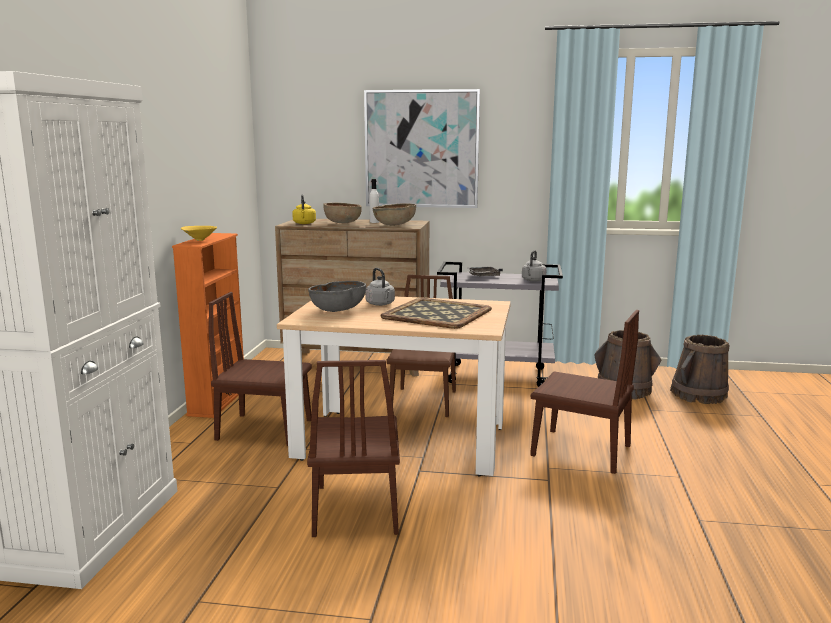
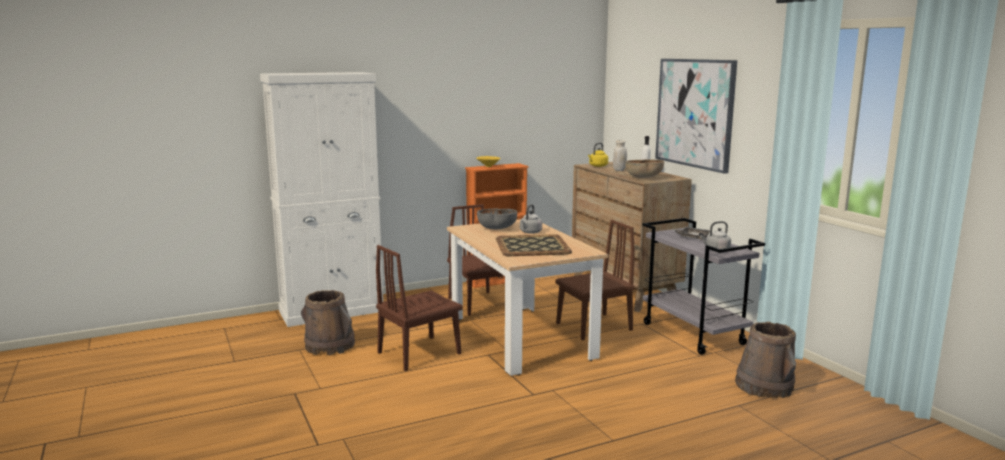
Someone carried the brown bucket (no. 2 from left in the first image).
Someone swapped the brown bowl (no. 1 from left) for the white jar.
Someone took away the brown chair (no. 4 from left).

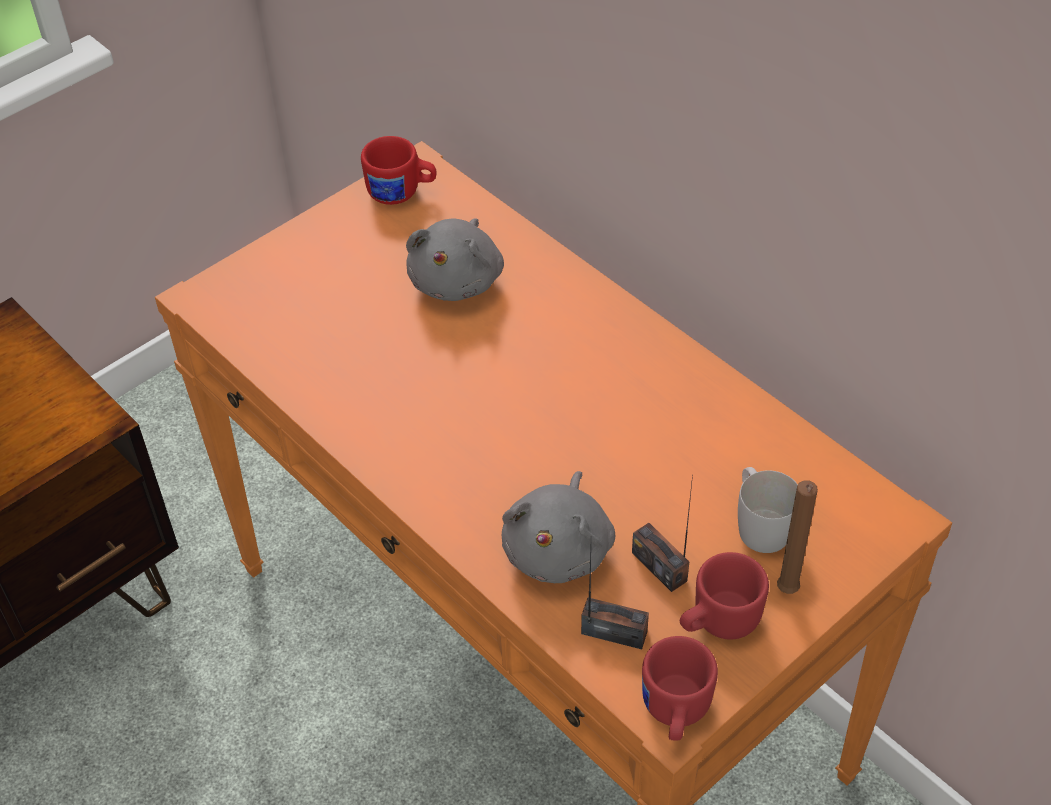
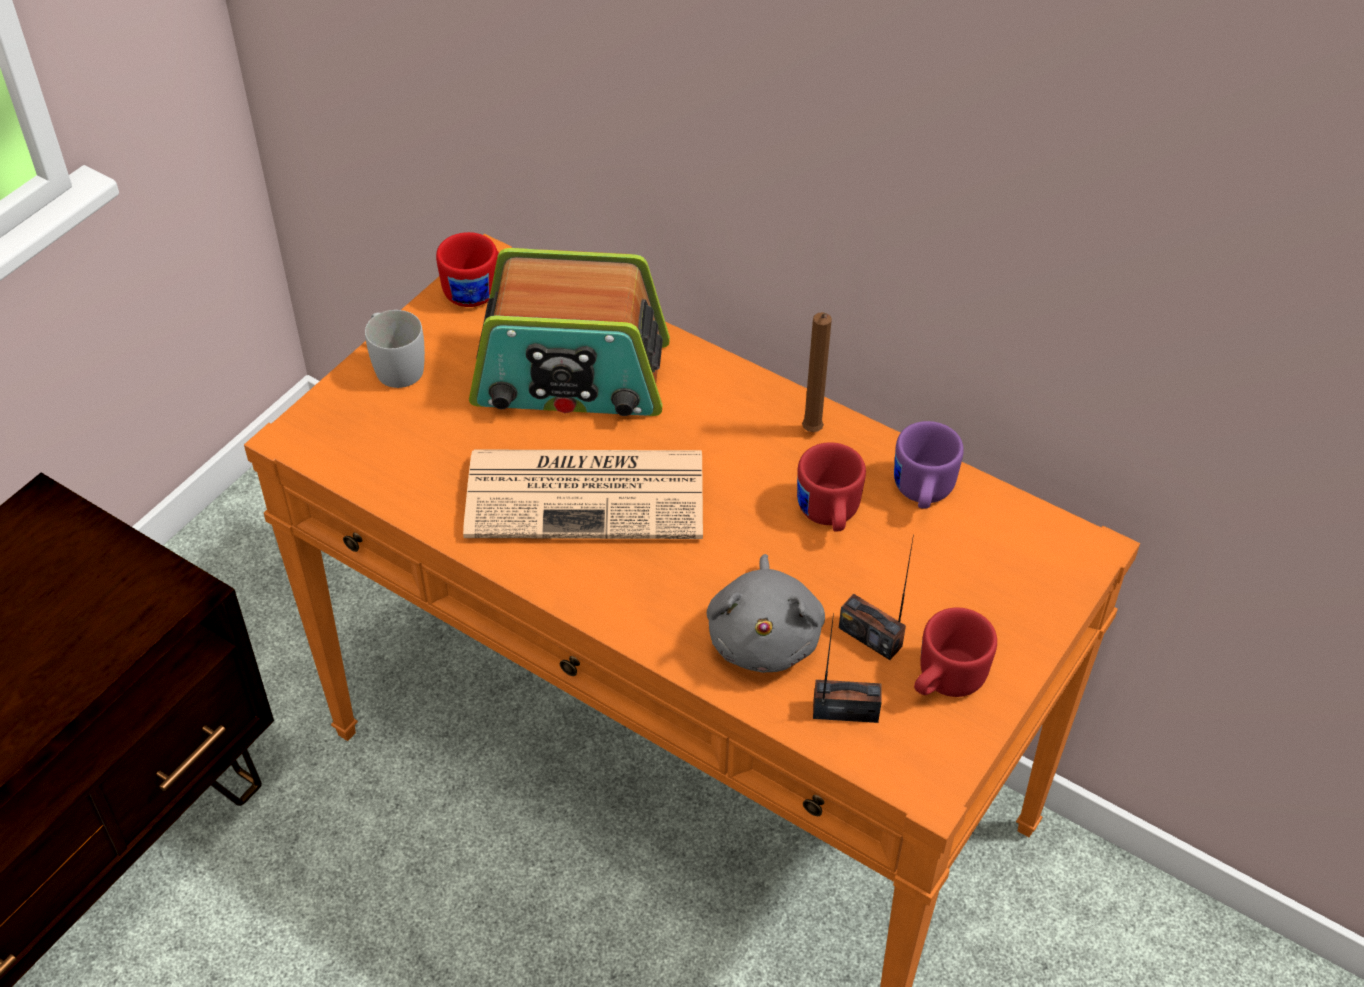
Someone carried the white mug.
Someone put down the newspaper.
Someone swapped the grey plush toy (no. 1 from left) for the radio (no. 1 from left).
Someone carried the red mug (no. 2 from left).
Someone carried the brown candle.
Someone put down the purple mug.

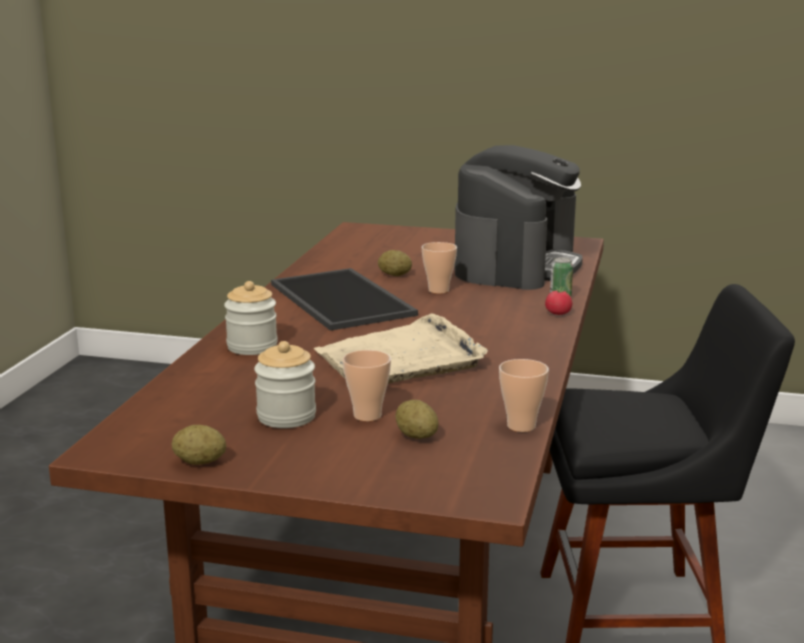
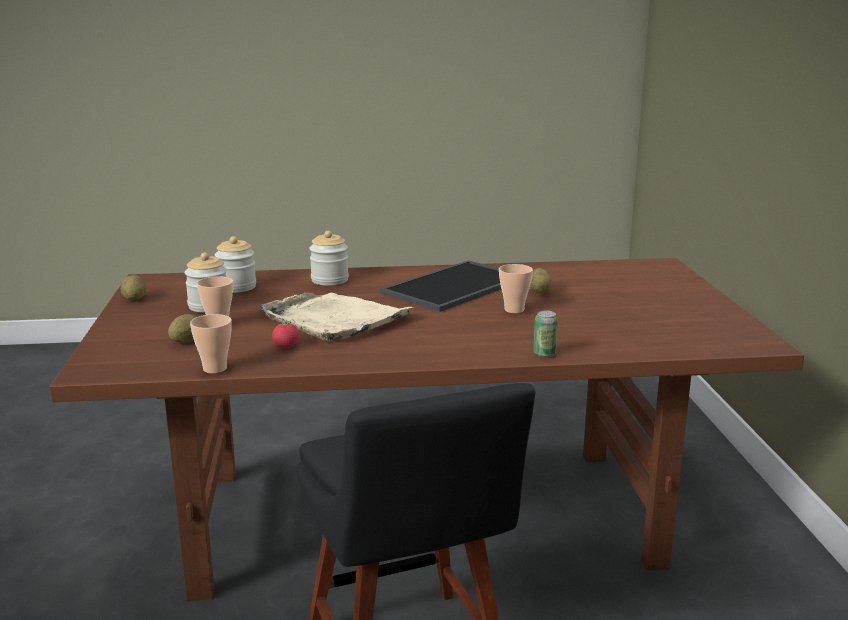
Someone put down the jar (no. 2 from left).
Someone carried the tomato.
Someone took away the coffee machine.

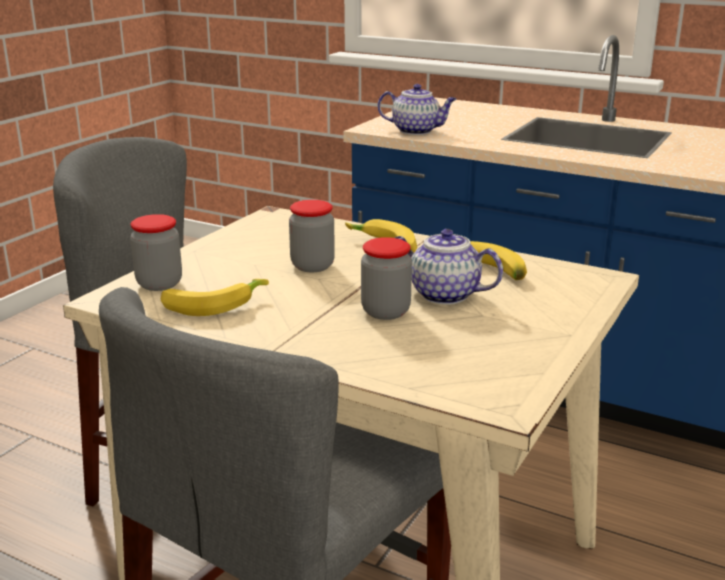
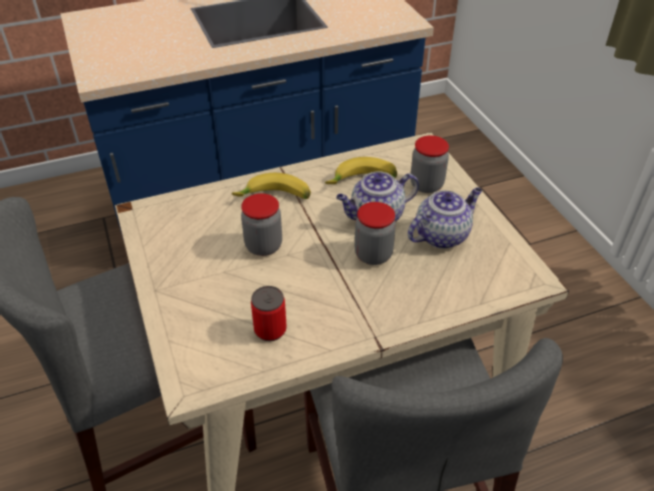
Someone swapped the banana (no. 1 from left) for the can.
Someone carried the teapot (no. 1 from left in the first image).
Someone carried the jar (no. 1 from left in the first image).

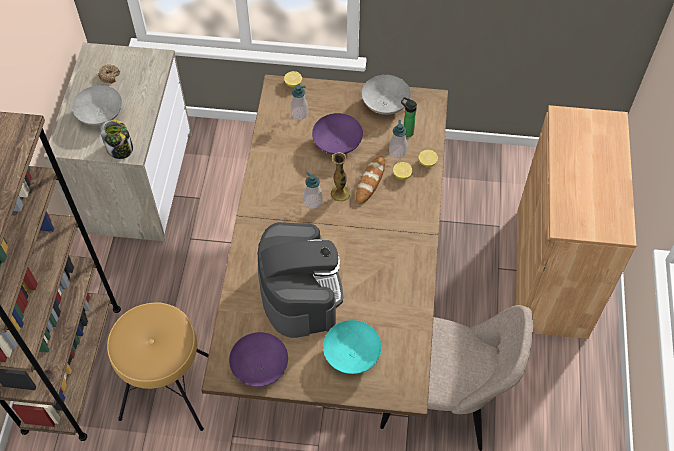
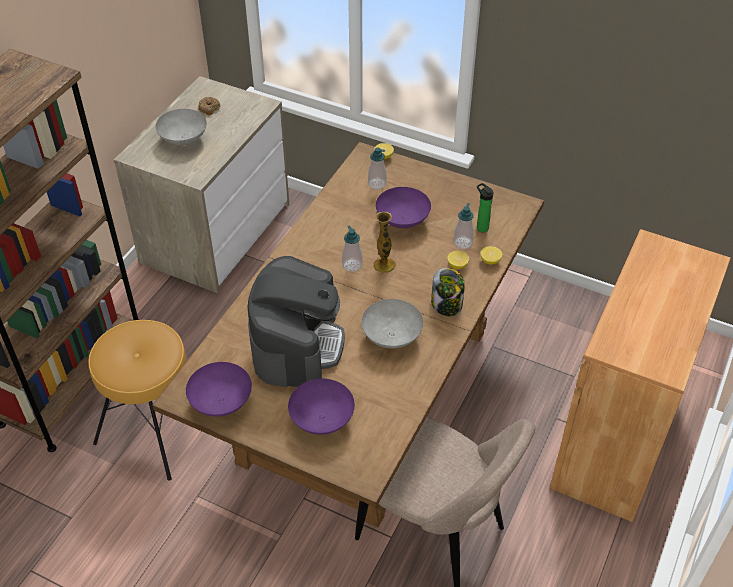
Someone repainted the turquoise bowl, which became the purple bowl (no. 2 from left).
Someone carried the grey bowl (no. 2 from left).
Someone carried the jar.
Someone took away the bread.

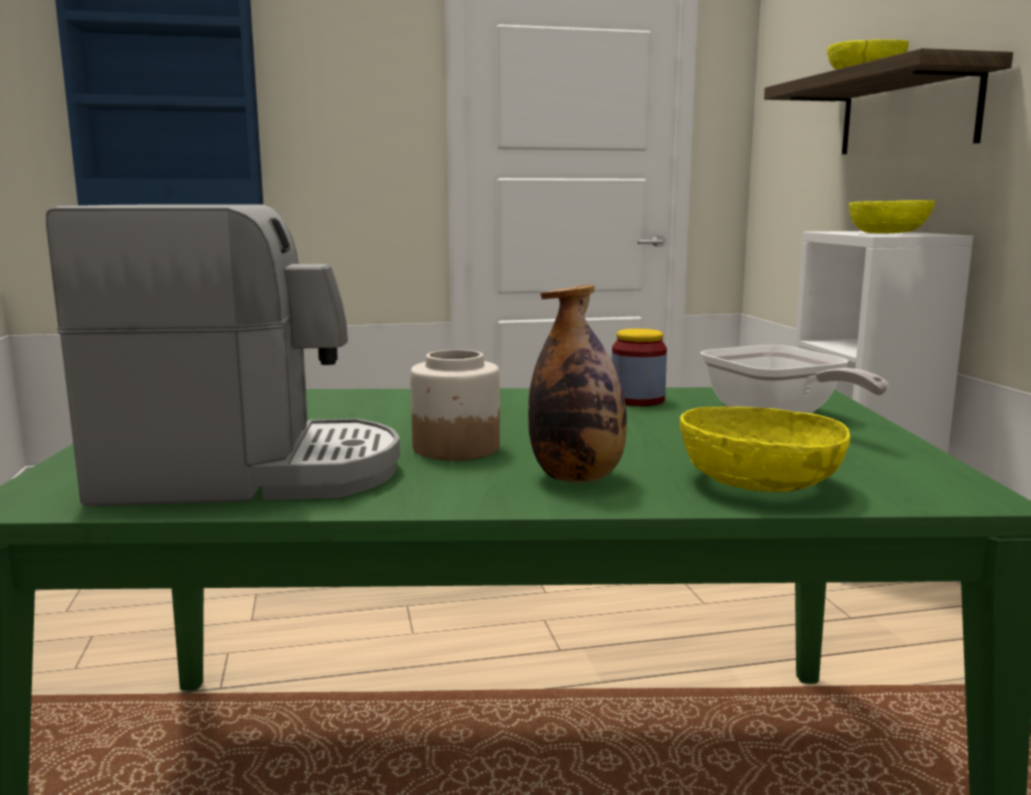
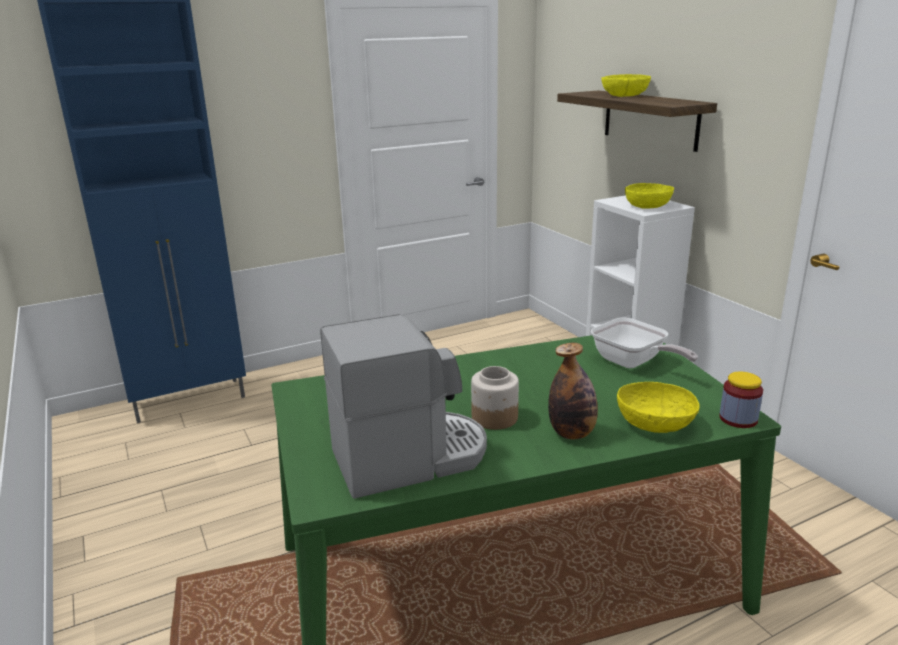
Someone carried the jar (no. 2 from left).

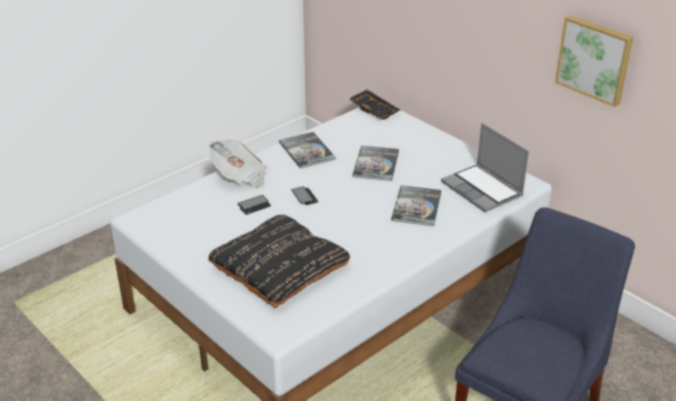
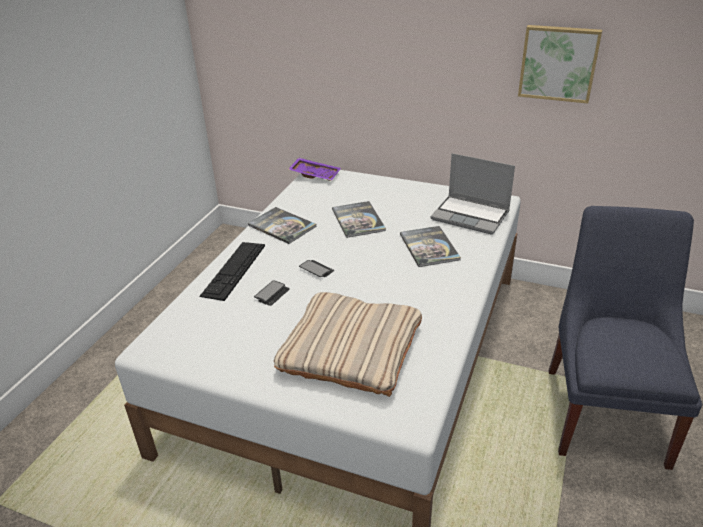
Someone swapped the newspaper for the keyboard.
Someone repainted the black pillow, which became the beige pillow.
Someone repainted the black tray, which became the purple tray.

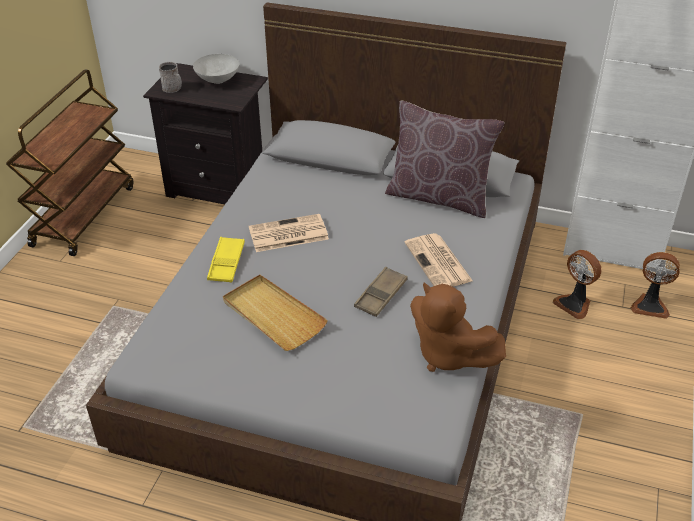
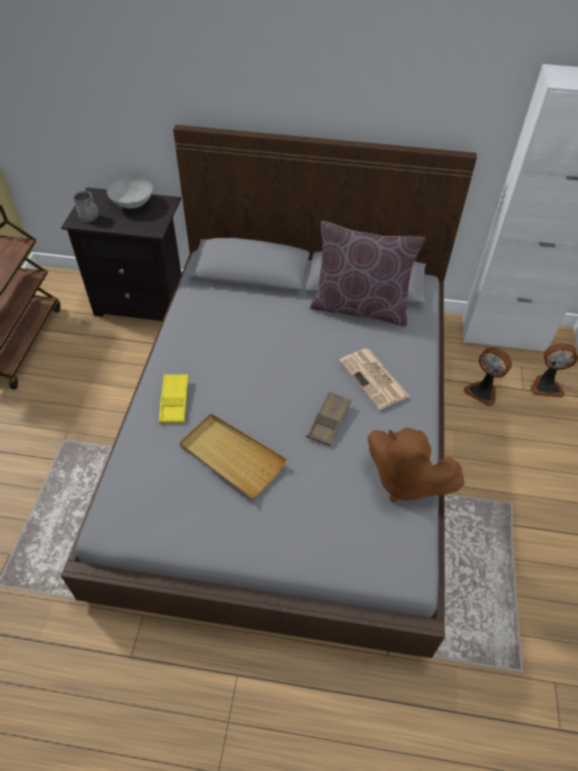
Someone took away the newspaper (no. 1 from left).

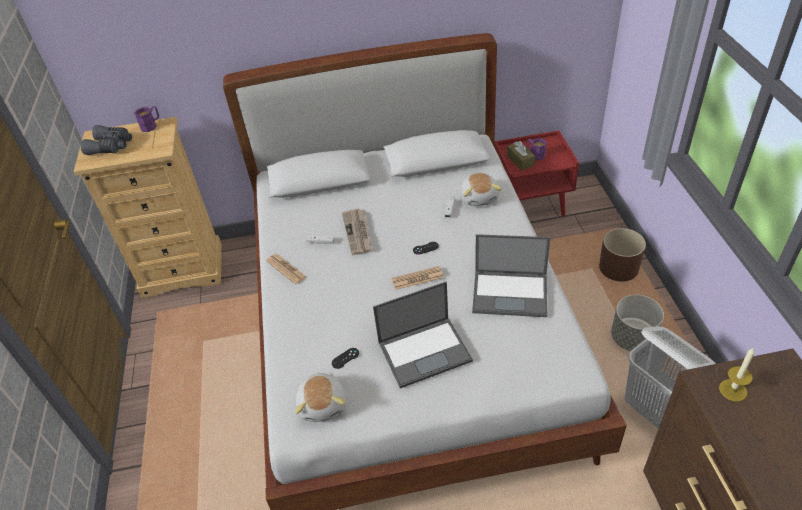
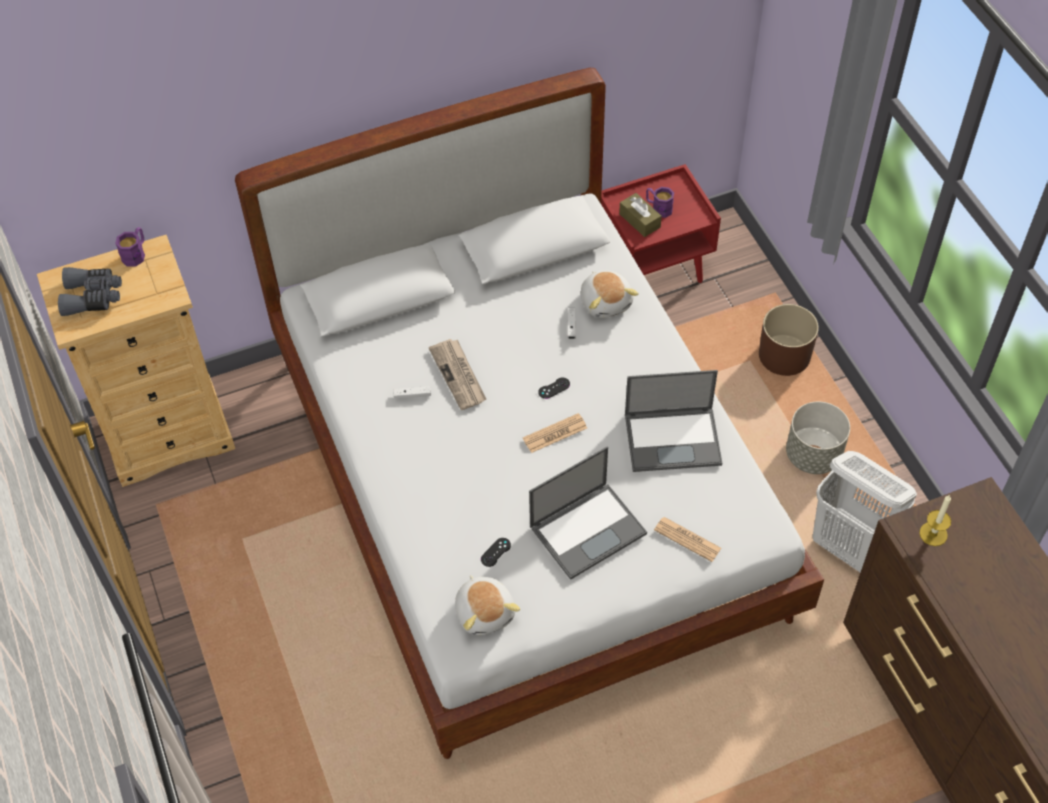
Someone carried the newspaper (no. 1 from left in the first image).

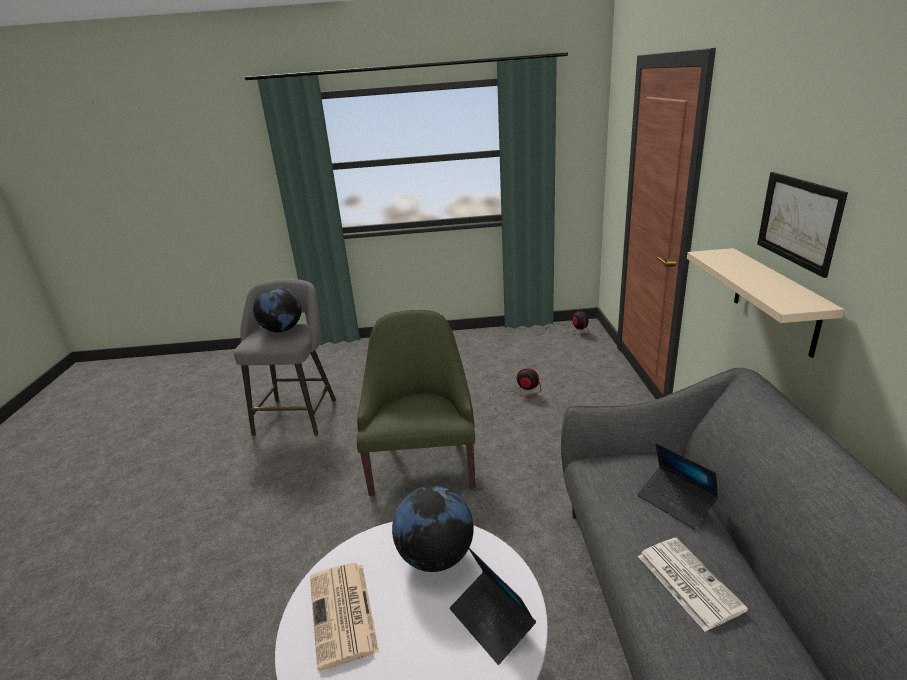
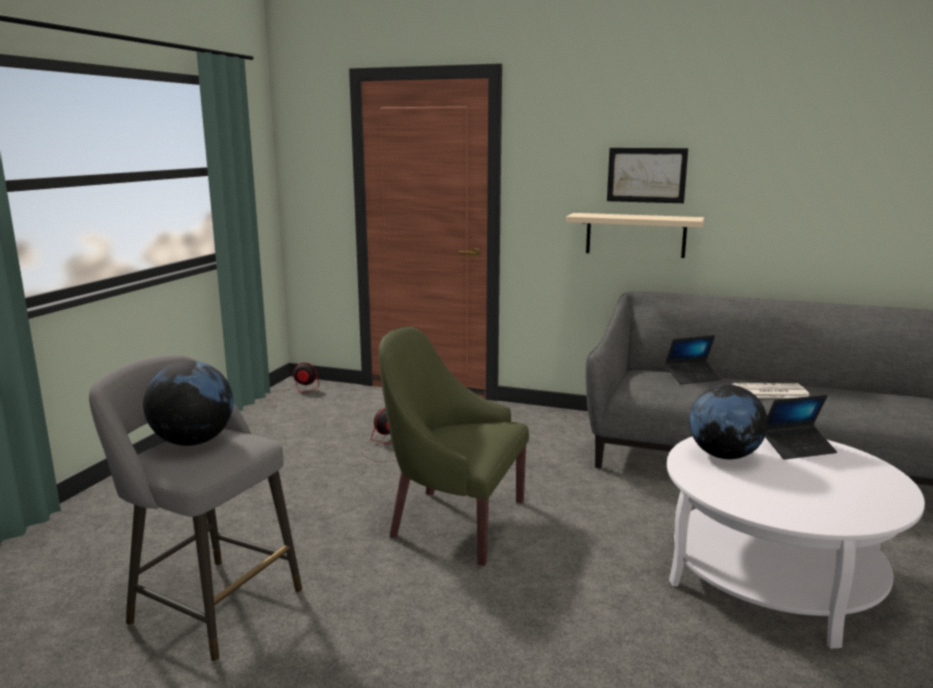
Someone took away the newspaper (no. 1 from left).

